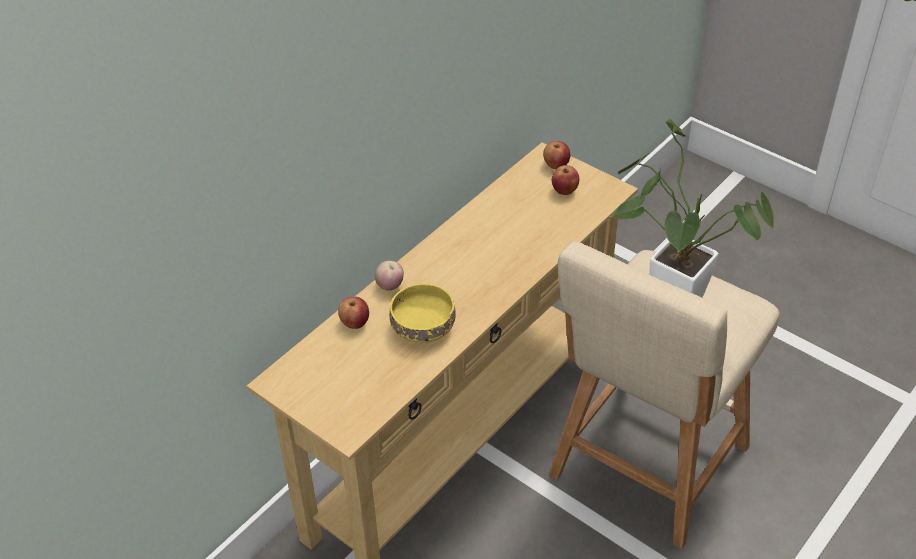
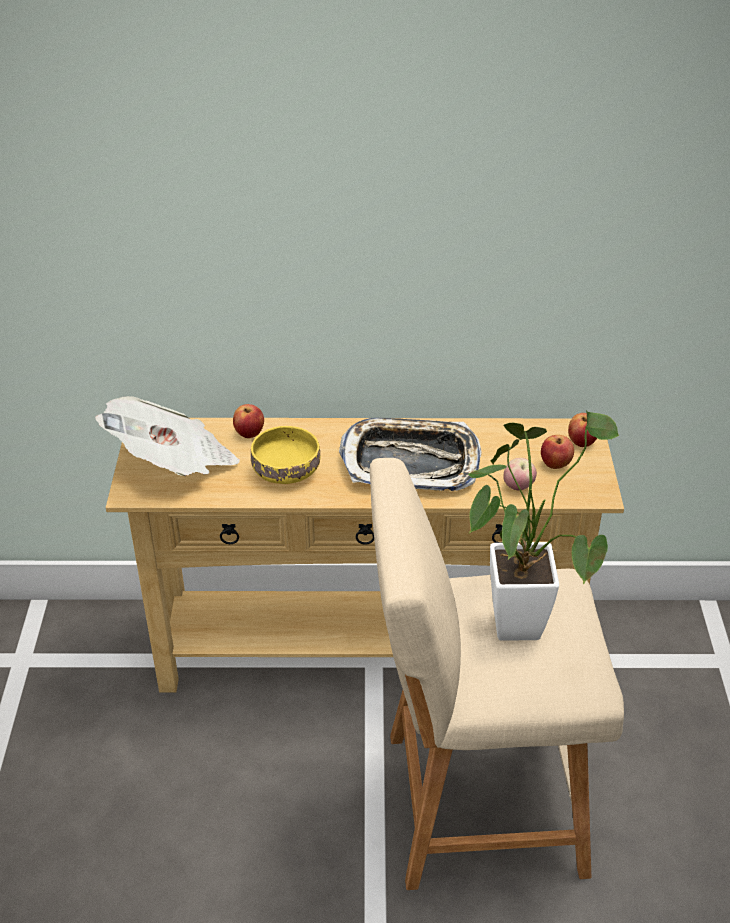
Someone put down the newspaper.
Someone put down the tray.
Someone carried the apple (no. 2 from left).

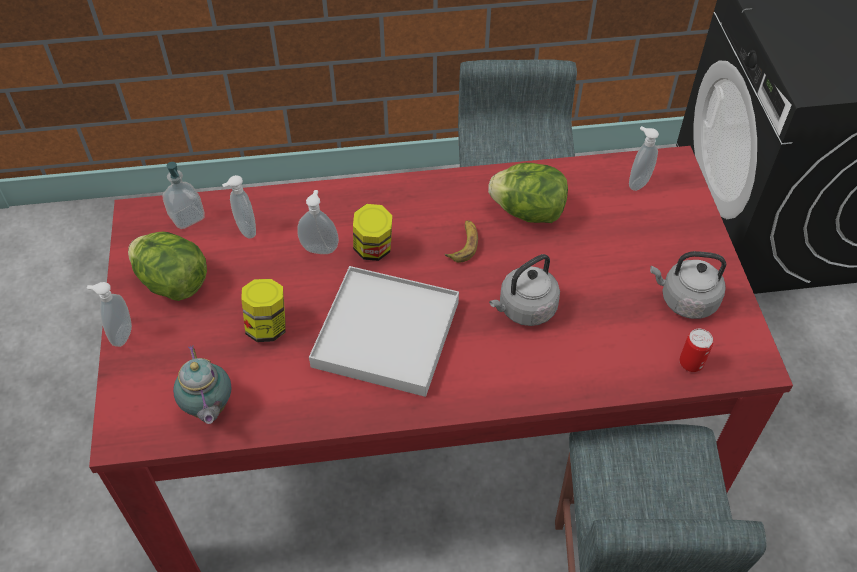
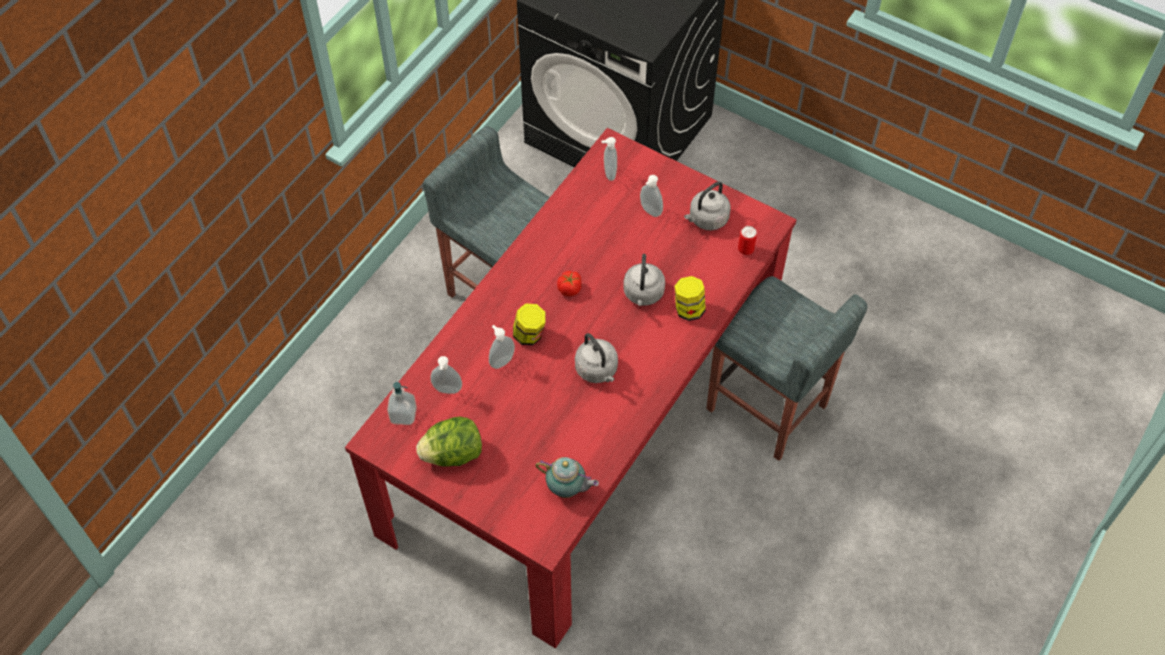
Someone swapped the banana for the tomato.
Someone swapped the white tray for the grey kettle (no. 1 from left).
Someone carried the soap dispenser (no. 1 from left in the first image).
Someone carried the jar (no. 1 from left in the first image).
Someone took away the lettuce (no. 2 from left).

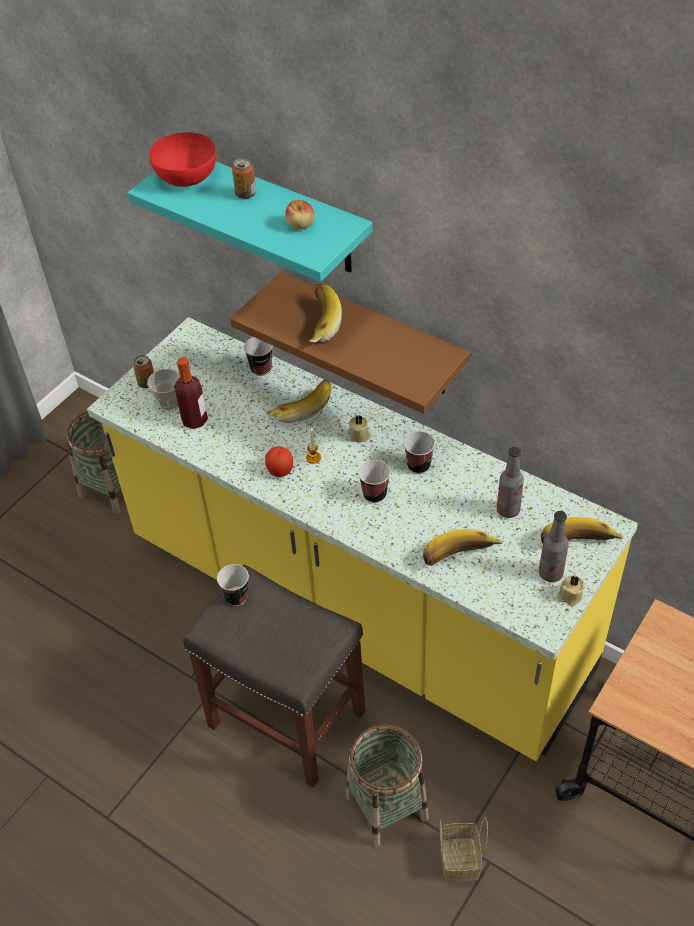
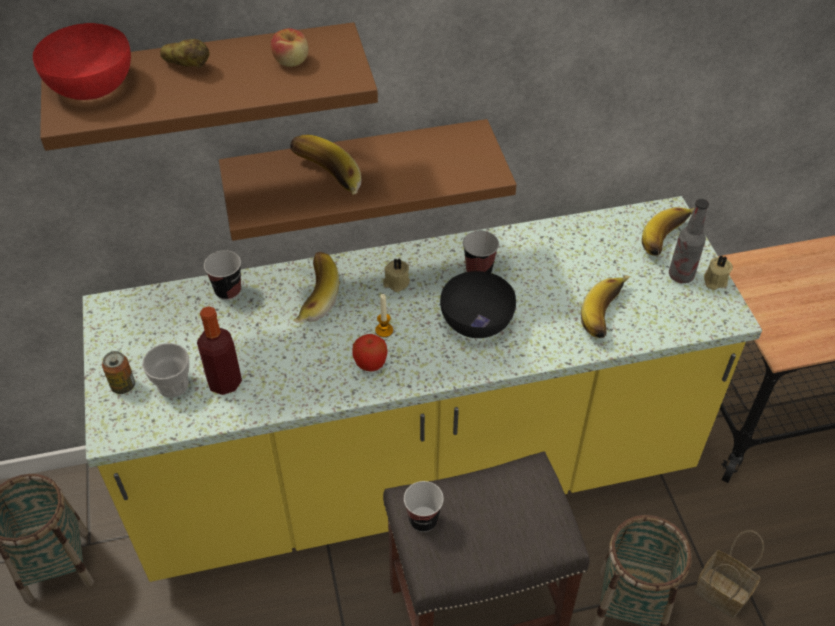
Someone repainted the turquoise shelf, which became the brown shelf (no. 1 from left).
Someone swapped the can (no. 2 from left) for the potato.
Someone swapped the cup (no. 4 from left) for the black bowl.
Someone took away the bottle (no. 2 from left).

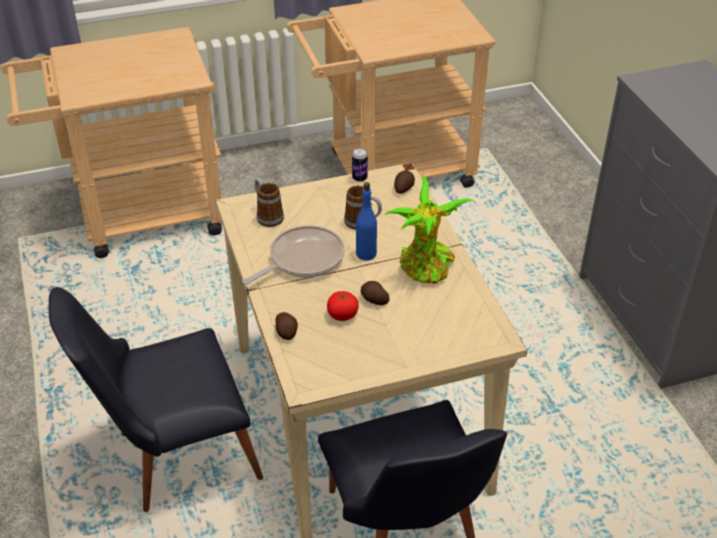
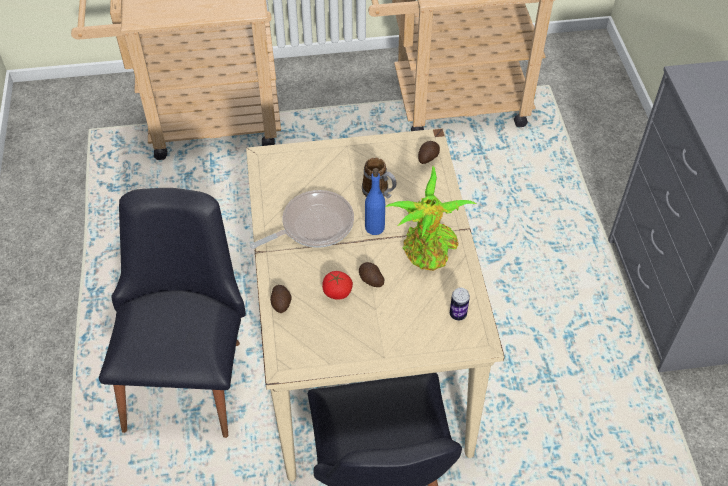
Someone rotated the black chair (no. 1 from left) by 105 degrees clockwise.
Someone carried the can.
Someone took away the mug (no. 1 from left).

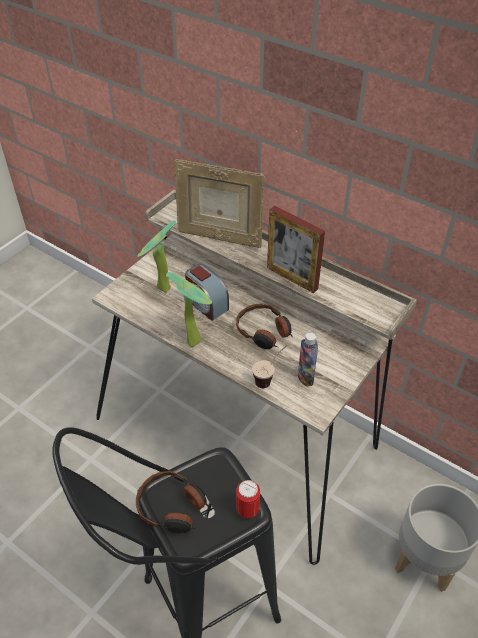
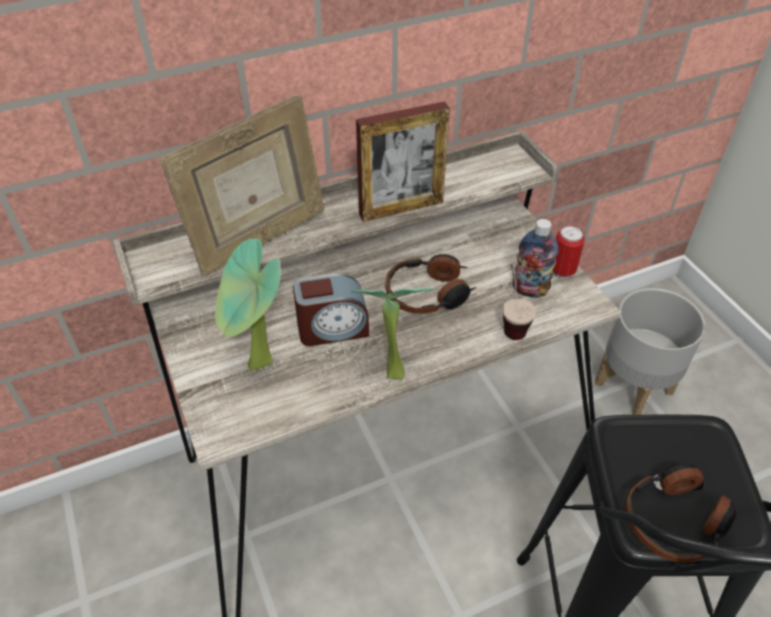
Someone carried the can.

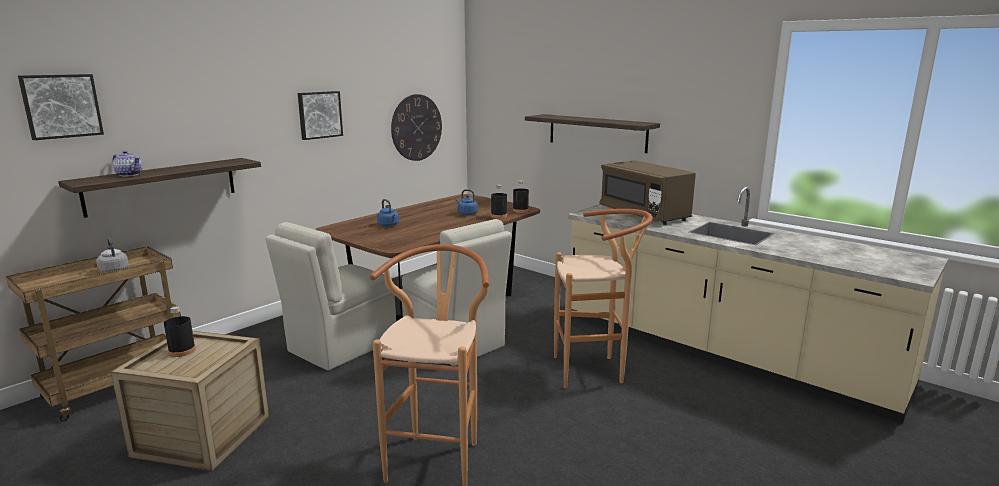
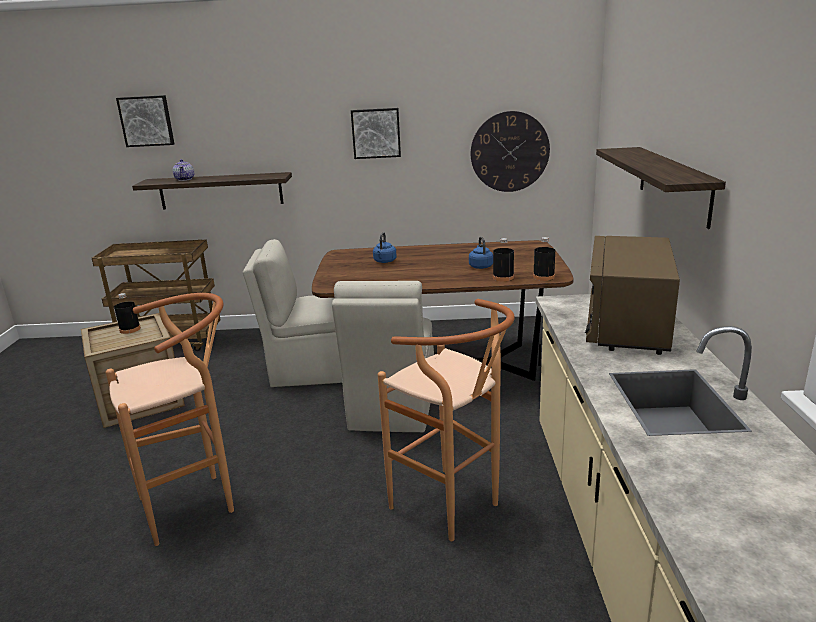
Someone took away the grey kettle.

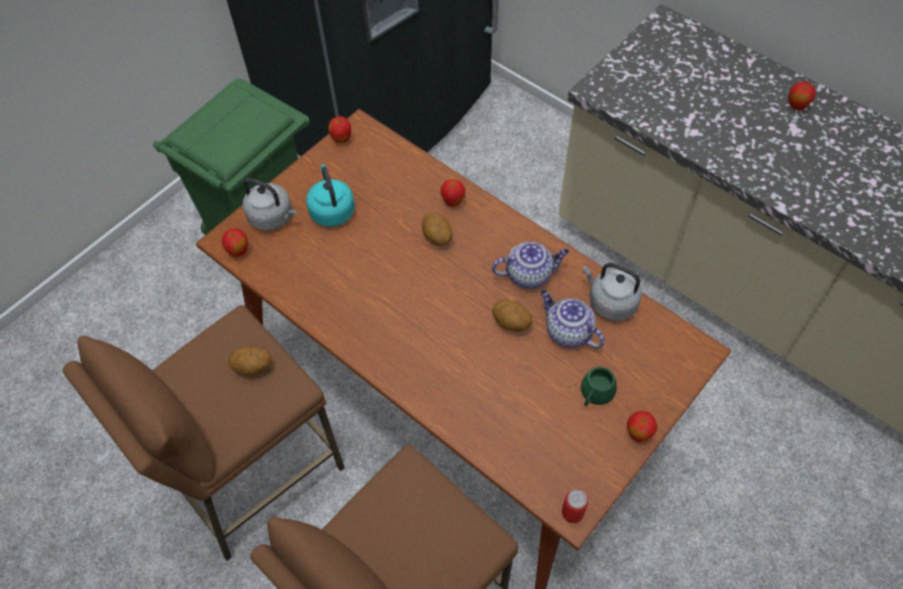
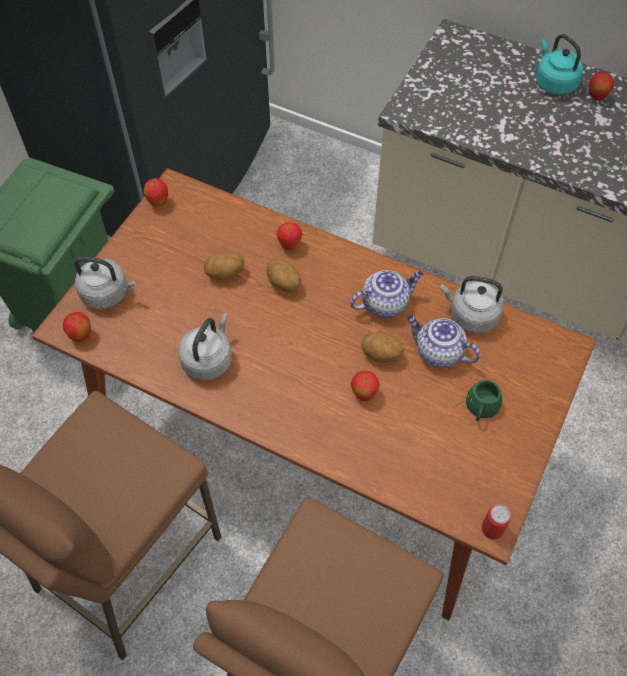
Someone put down the grey kettle (no. 2 from left).
Someone carried the potato (no. 1 from left).
Someone carried the apple (no. 4 from left).
Someone carried the turquoise kettle.

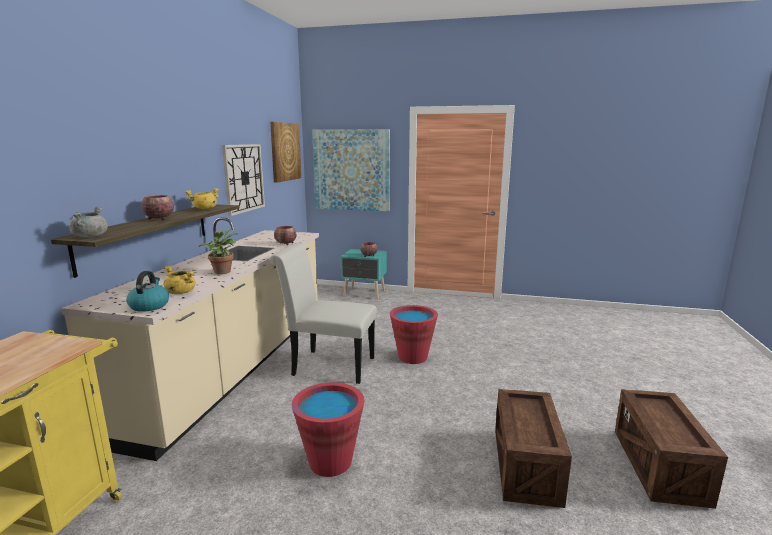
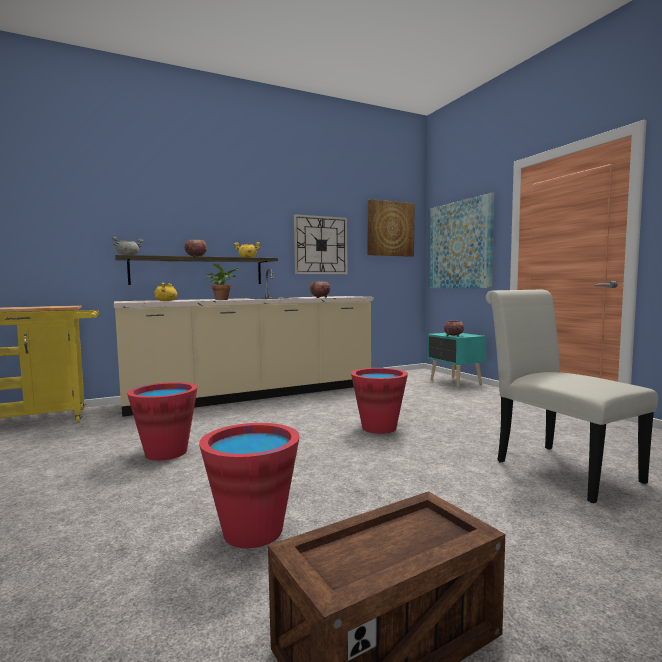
Someone swapped the crate (no. 1 from left) for the red bucket (no. 2 from left).
Someone carried the white chair.
Someone took away the kettle.

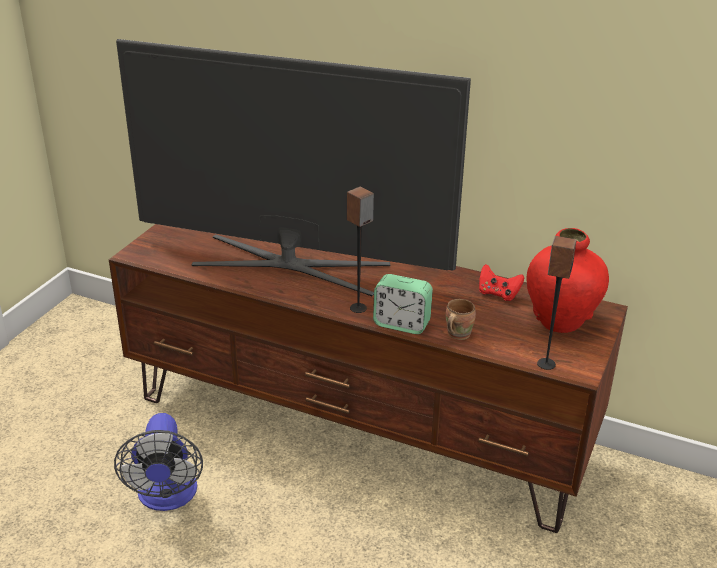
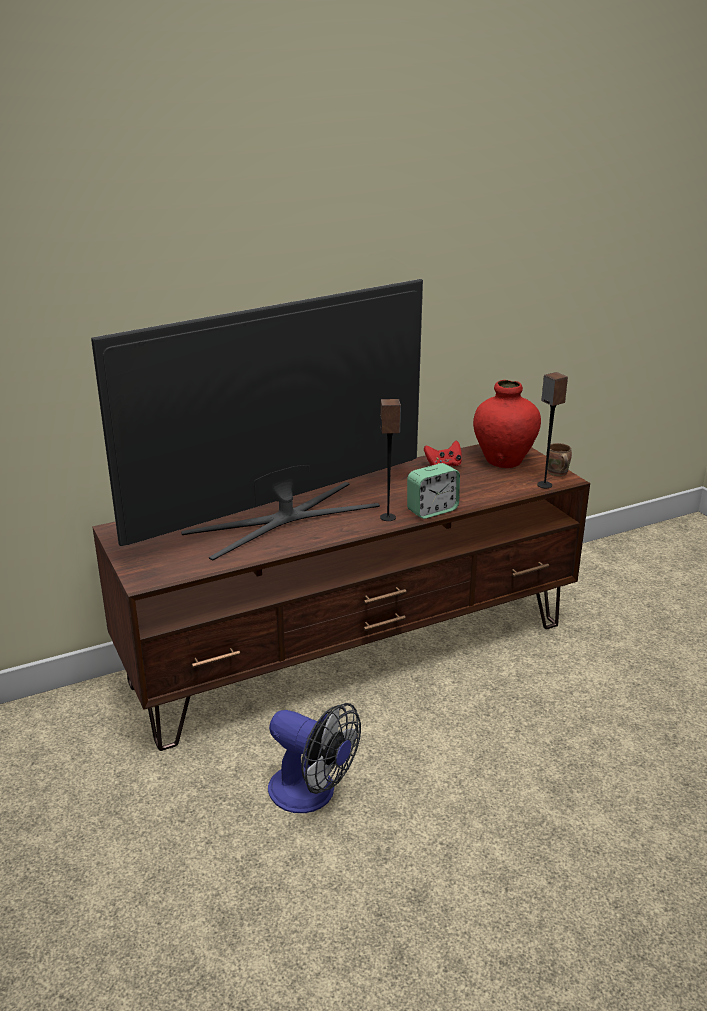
Someone carried the brown mug.

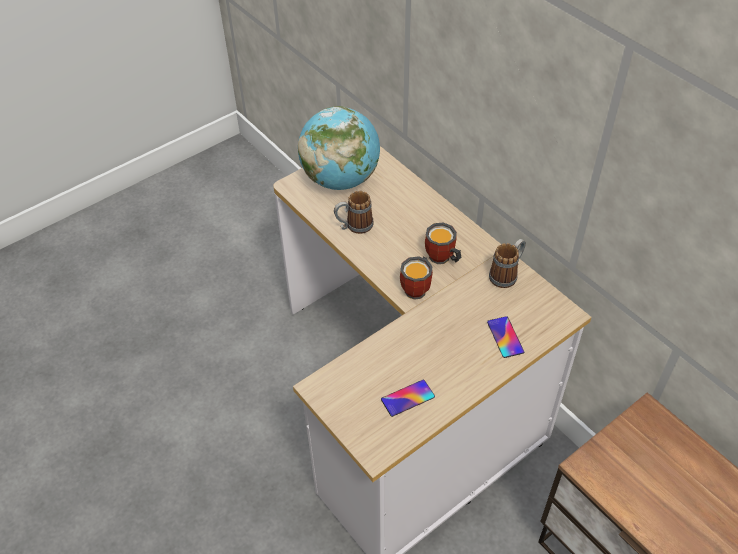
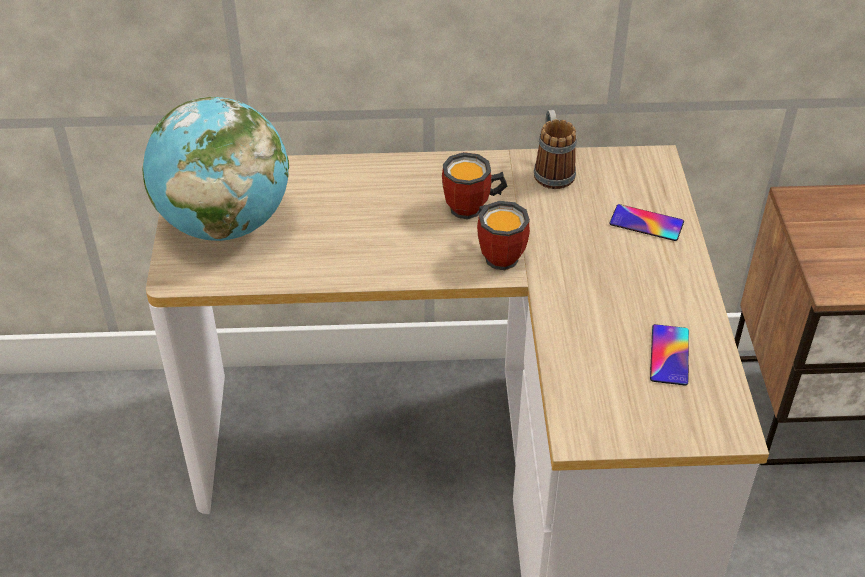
Someone took away the mug (no. 1 from left).

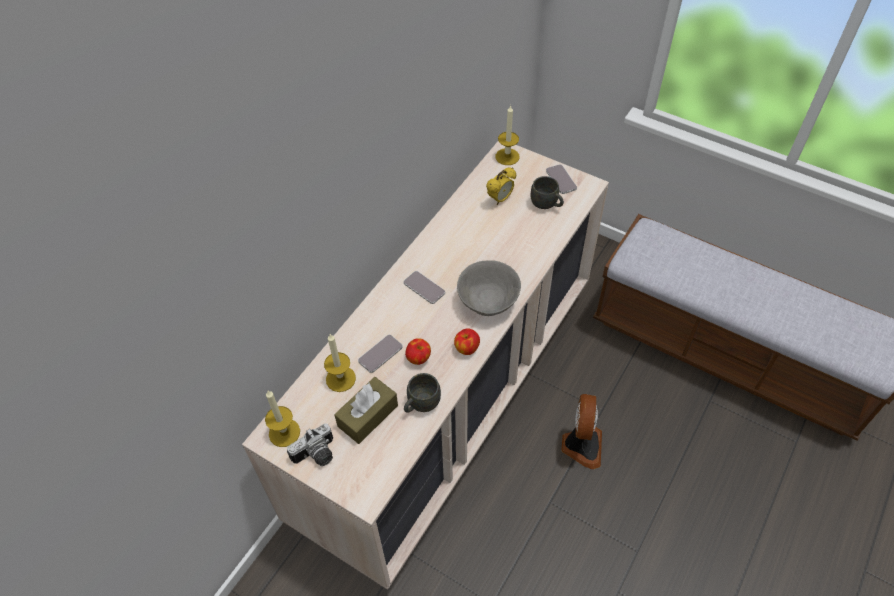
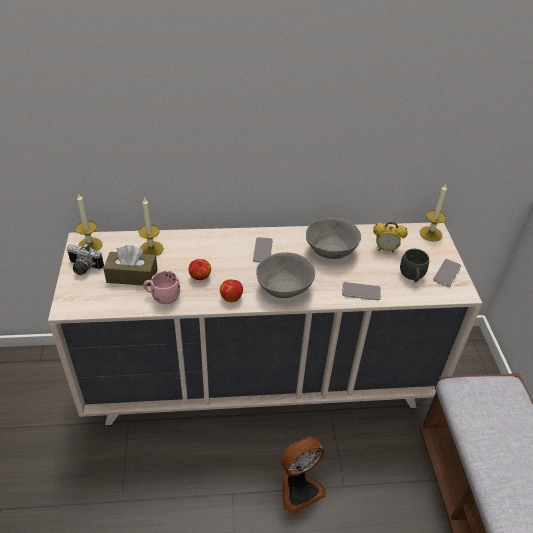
Someone repainted the grey mug (no. 1 from left), which became the pink mug.
Someone put down the grey bowl (no. 2 from left).
Someone carried the phone (no. 1 from left in the first image).

